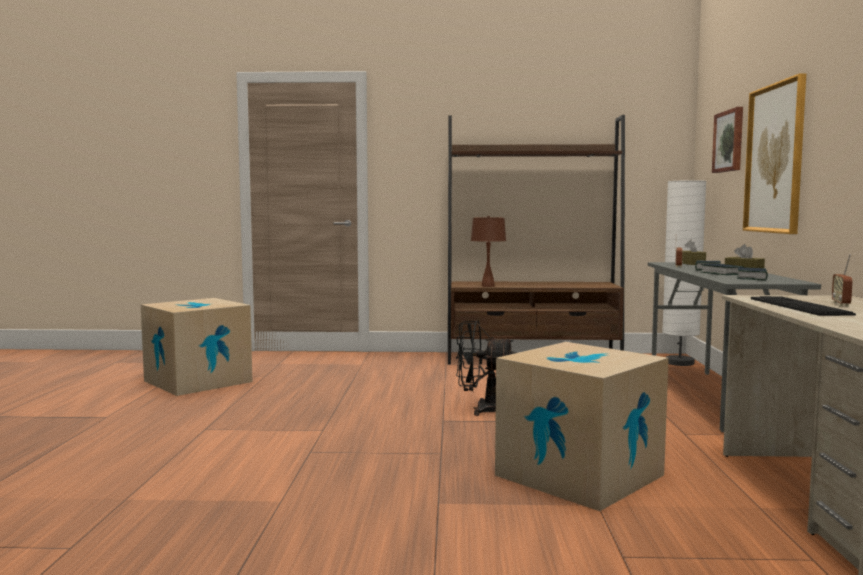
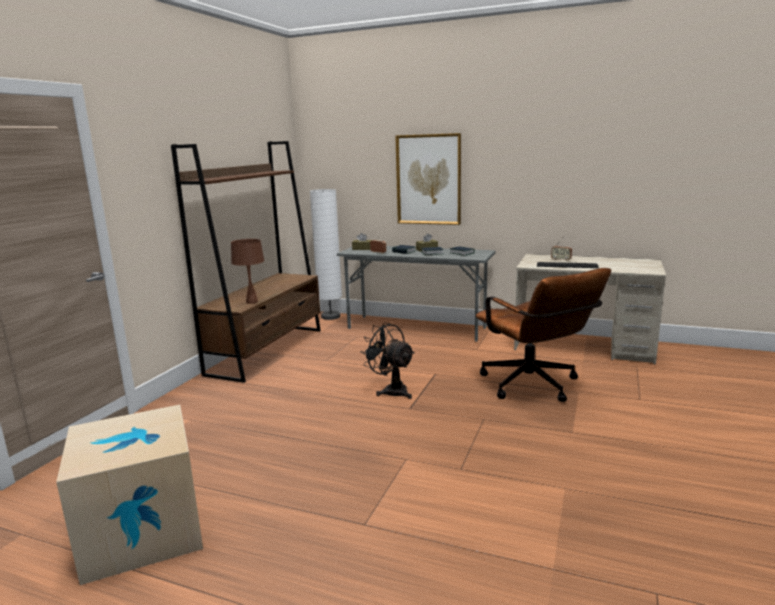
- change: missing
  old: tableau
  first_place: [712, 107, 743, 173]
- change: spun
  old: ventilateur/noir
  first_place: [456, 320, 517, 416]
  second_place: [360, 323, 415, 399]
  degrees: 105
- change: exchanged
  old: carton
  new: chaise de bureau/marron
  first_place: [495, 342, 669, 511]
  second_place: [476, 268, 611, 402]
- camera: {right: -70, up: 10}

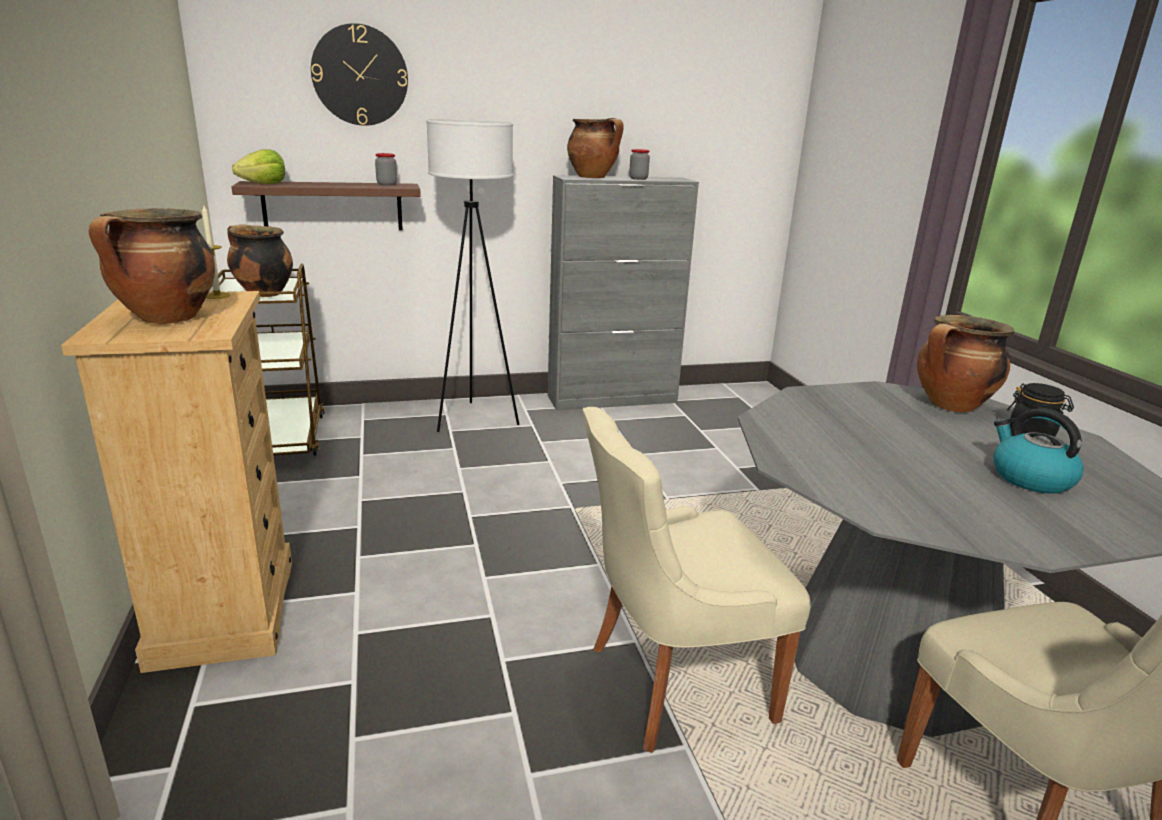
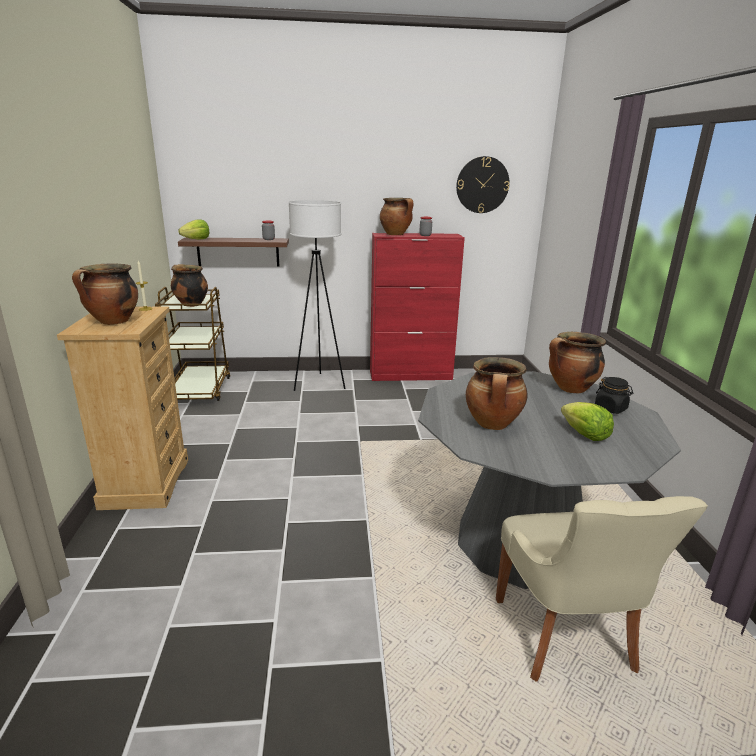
- change: relocated
  old: horloge murale
  first_place: [311, 23, 408, 126]
  second_place: [456, 156, 510, 213]
- change: colour
  old: meuble de rangement/gris
  new: meuble de rangement/rouge
  first_place: [548, 175, 699, 410]
  second_place: [370, 233, 465, 381]
- change: missing
  old: chaise/beige
  first_place: [583, 407, 811, 753]
- change: exchanged
  old: bouilloire
  new: laitue
  first_place: [993, 408, 1084, 494]
  second_place: [561, 402, 614, 441]
- change: appeared
  new: marmite
  second_place: [466, 357, 527, 430]
- camera: {right: 10, up: 0}

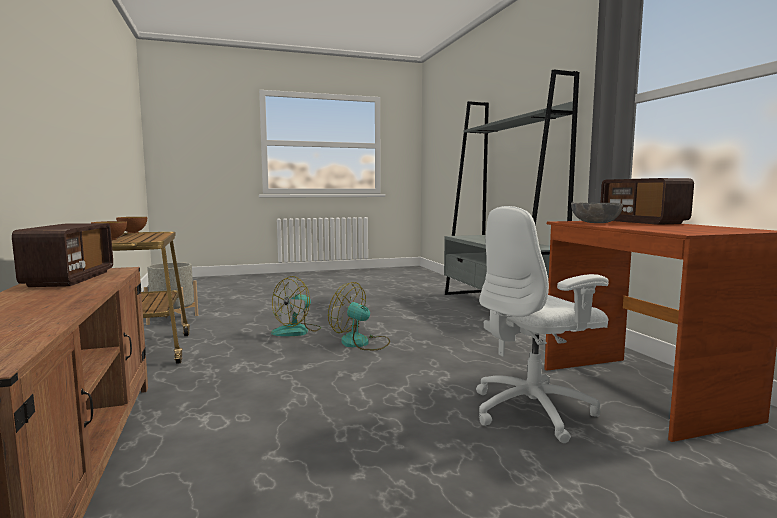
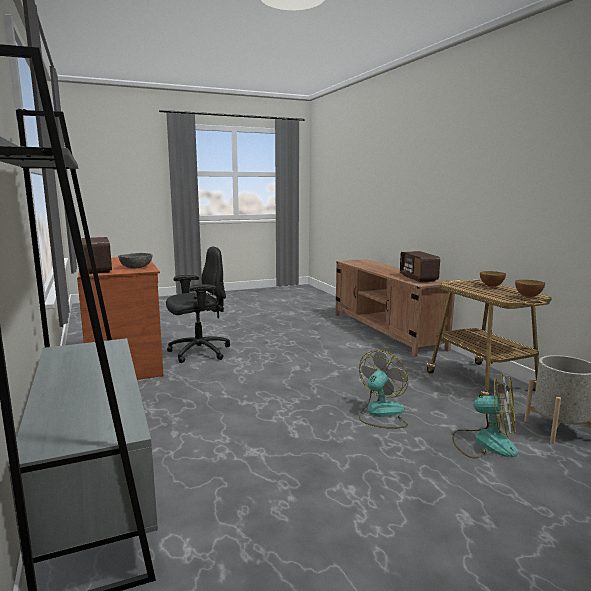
- change: colour
  old: chaise de bureau/blanc
  new: chaise de bureau/noir
  first_place: [476, 206, 609, 443]
  second_place: [166, 246, 230, 363]
- change: relocated
  old: ventilateur
  first_place: [328, 282, 390, 350]
  second_place: [452, 374, 518, 458]
- camera: {right: 175, up: 5}

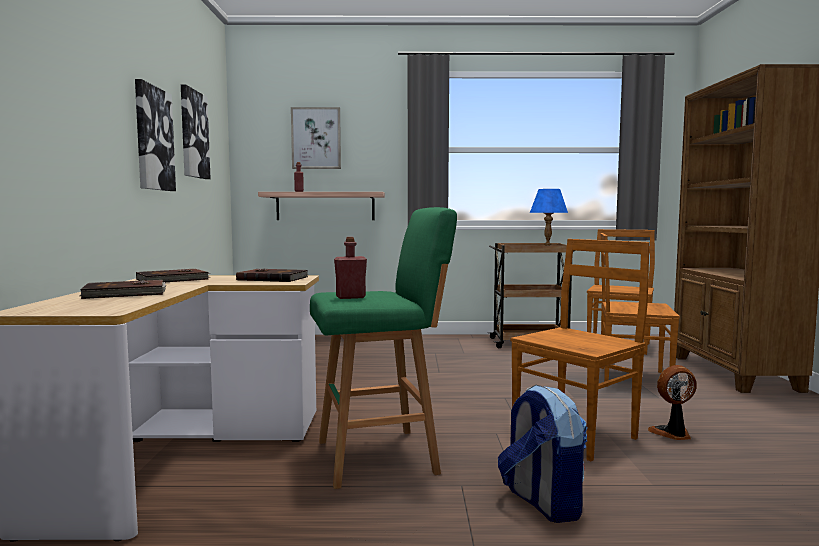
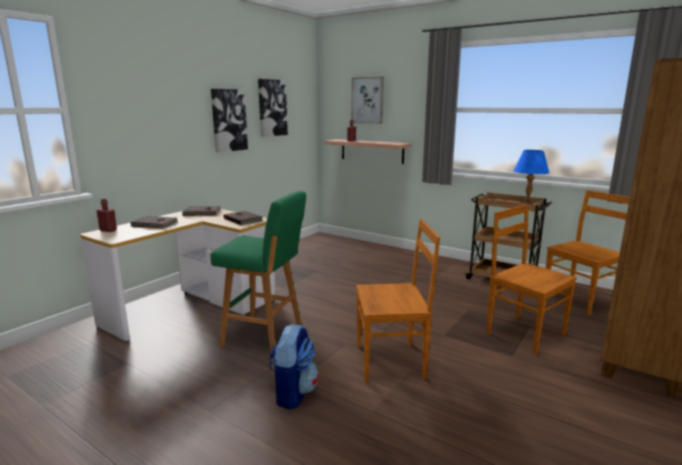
- change: relocated
  old: bouteille/rouge
  first_place: [334, 237, 367, 299]
  second_place: [97, 198, 117, 232]
- change: missing
  old: ventilateur
  first_place: [648, 365, 697, 440]
- camera: {right: 35, up: 10}

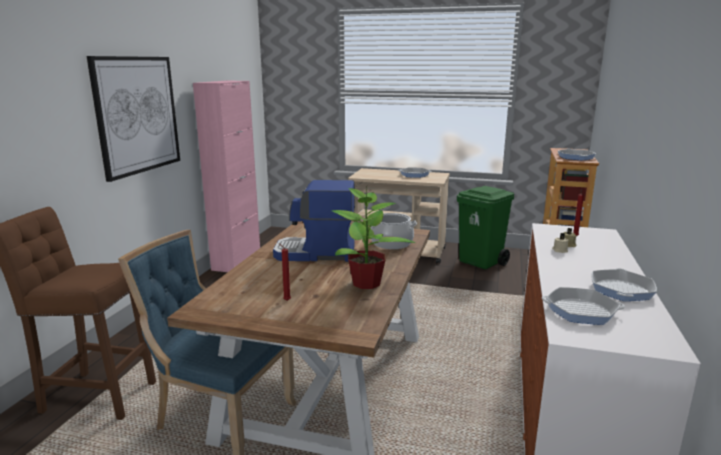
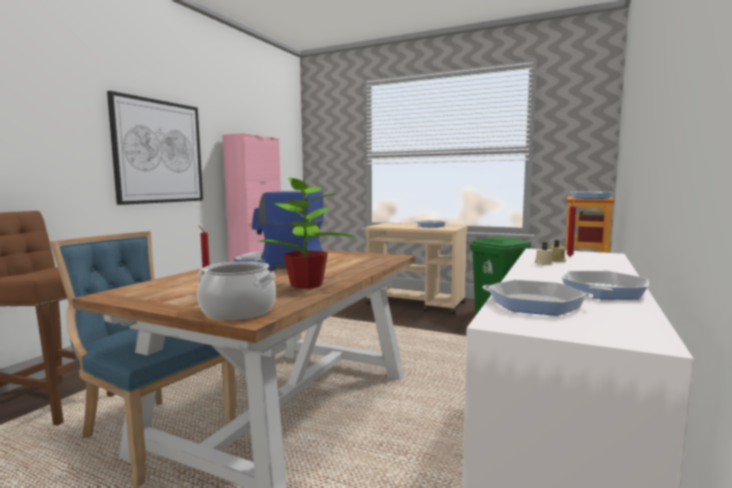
- change: relocated
  old: marmite
  first_place: [371, 213, 417, 249]
  second_place: [197, 261, 276, 320]
- camera: {right: 10, up: -10}

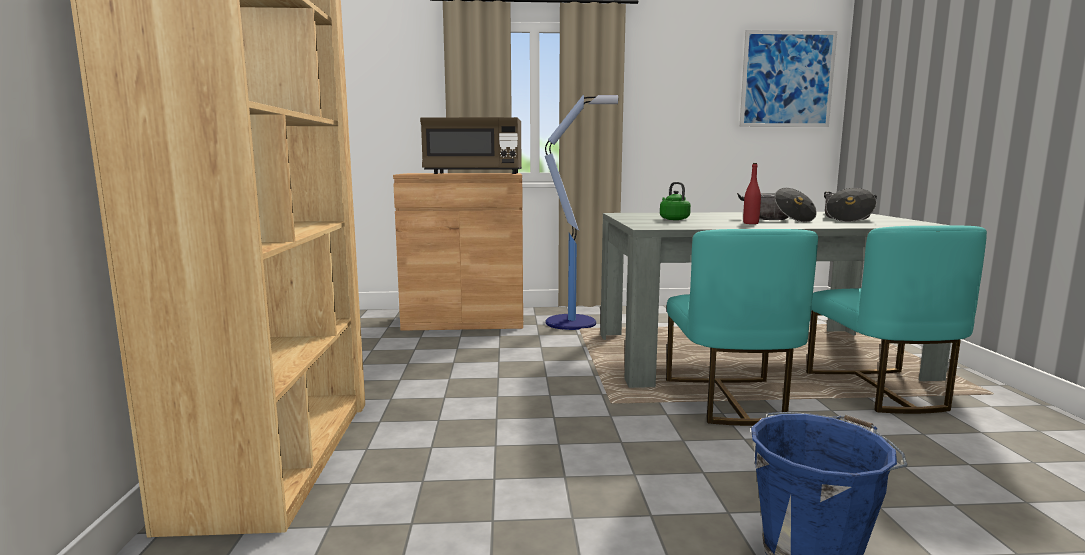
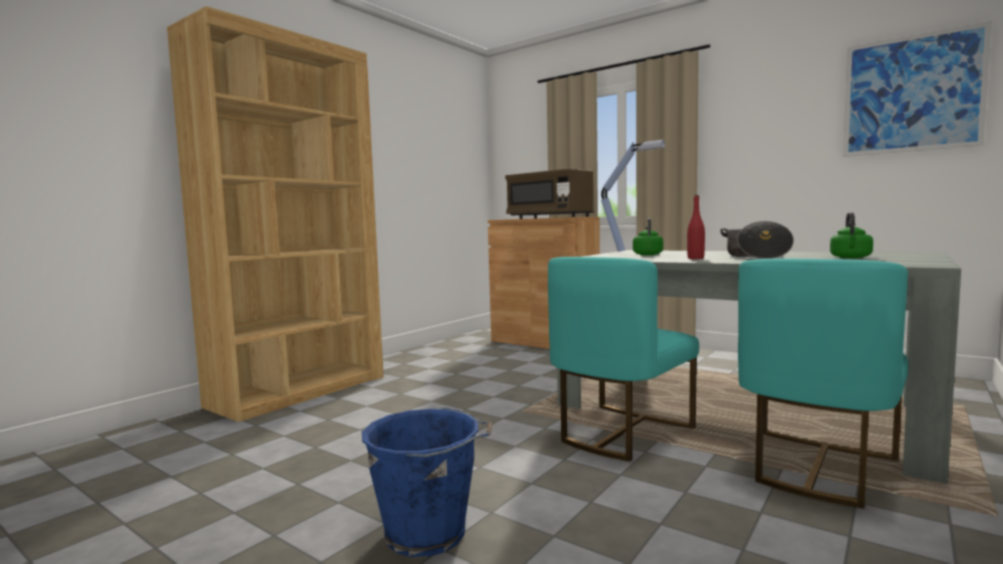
- change: exchanged
  old: marmite
  new: bouilloire/vert
  first_place: [824, 188, 877, 222]
  second_place: [830, 212, 873, 258]
- camera: {right: 40, up: -5}

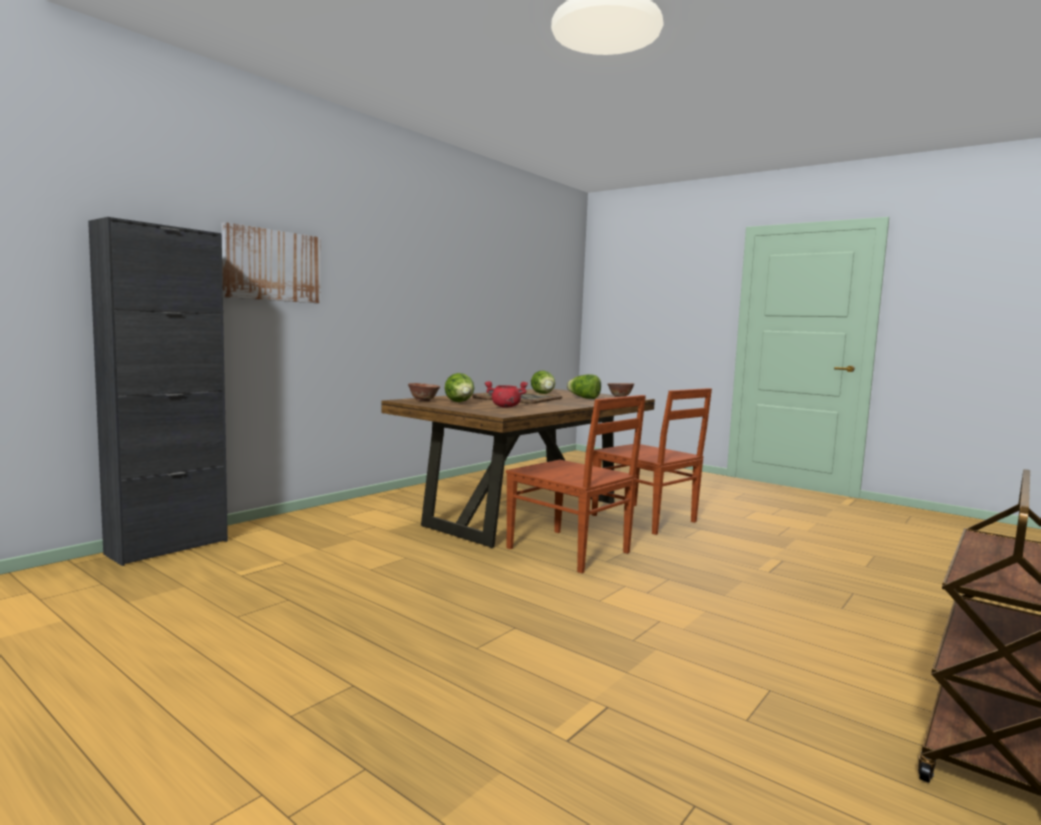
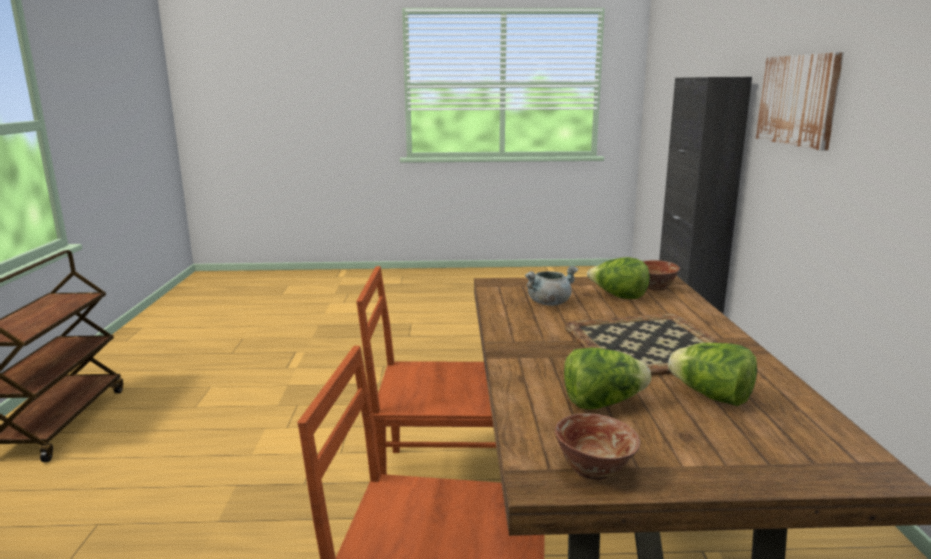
- change: colour
  old: marmite/rouge
  new: marmite/gris
  first_place: [484, 381, 528, 407]
  second_place: [525, 266, 578, 306]
- camera: {right: 140, up: 10}

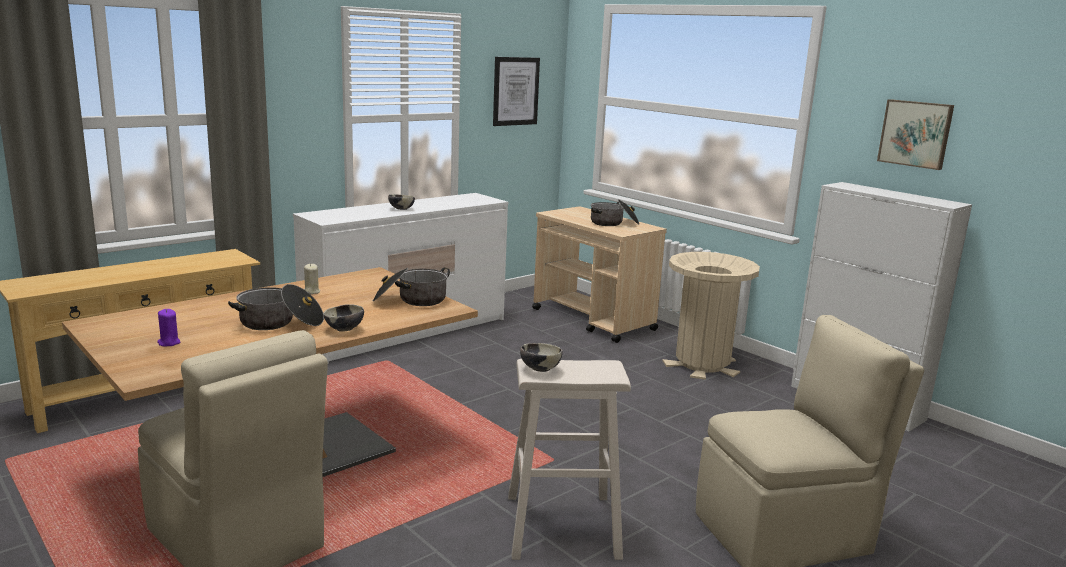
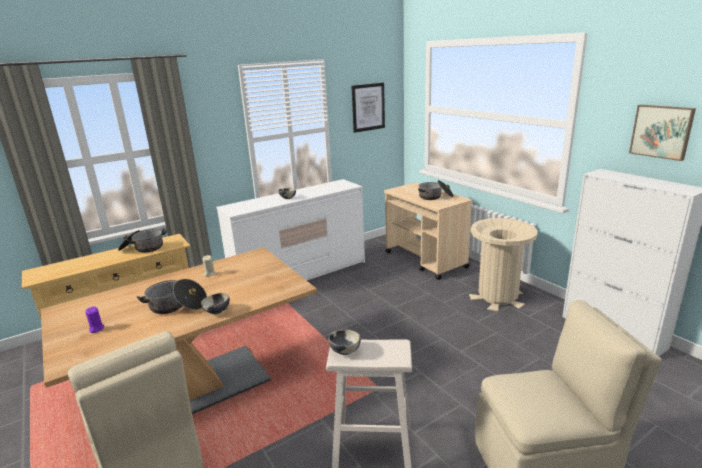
- change: relocated
  old: marmite
  first_place: [373, 267, 450, 306]
  second_place: [118, 228, 167, 253]
- camera: {right: 10, up: 5}

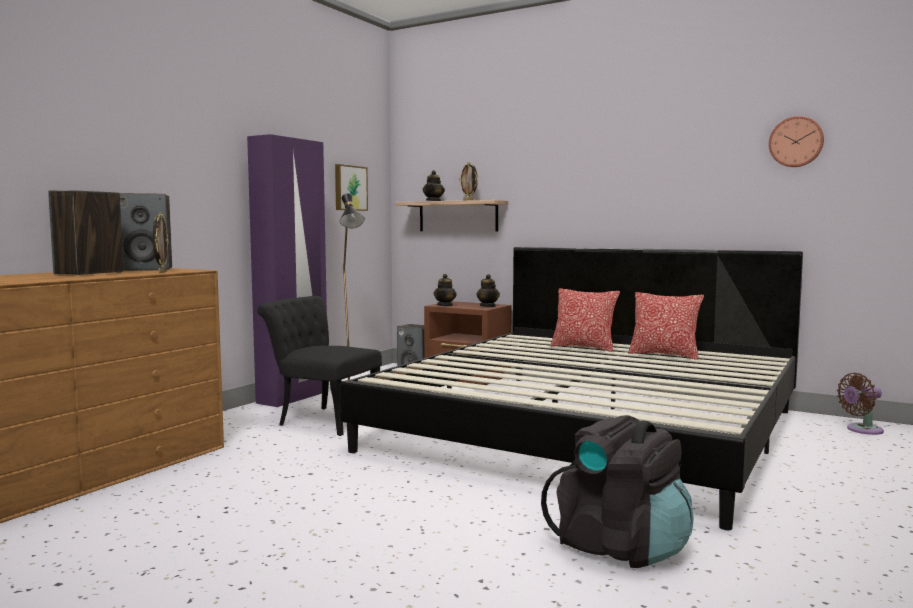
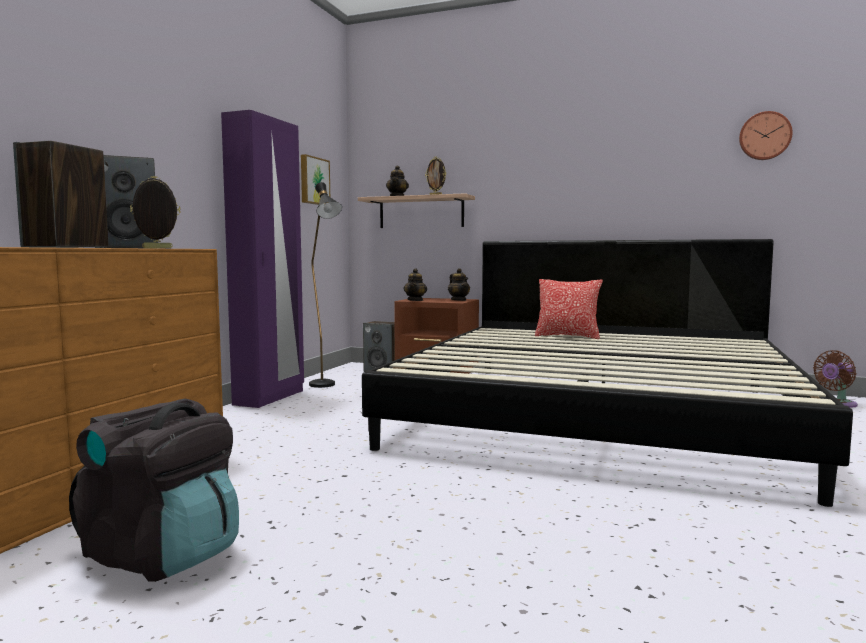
- change: spun
  old: cadre photo
  first_place: [153, 212, 169, 273]
  second_place: [130, 176, 181, 248]
  degrees: -90
- change: missing
  old: coussin
  first_place: [628, 292, 704, 360]
- change: missing
  old: chaise/noir
  first_place: [257, 296, 382, 436]
- change: relocated
  old: sac à dos/noir
  first_place: [541, 415, 694, 568]
  second_place: [69, 399, 239, 582]
- camera: {right: -10, up: 0}

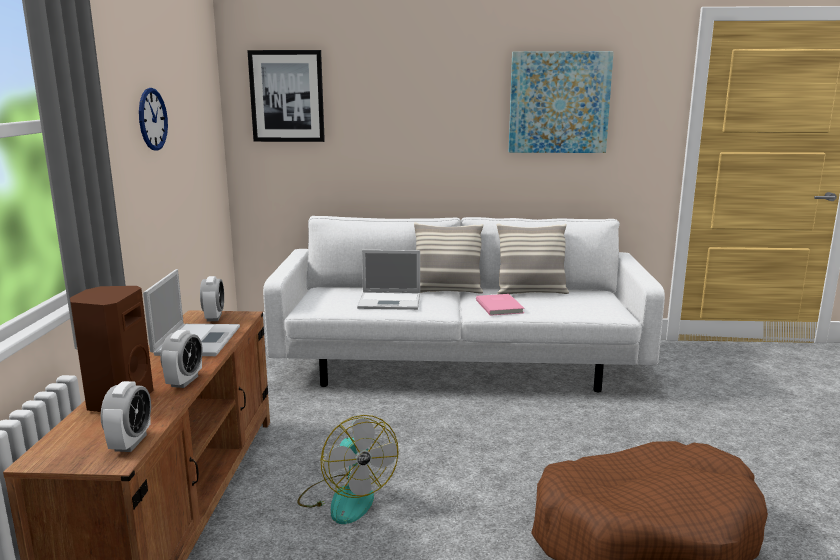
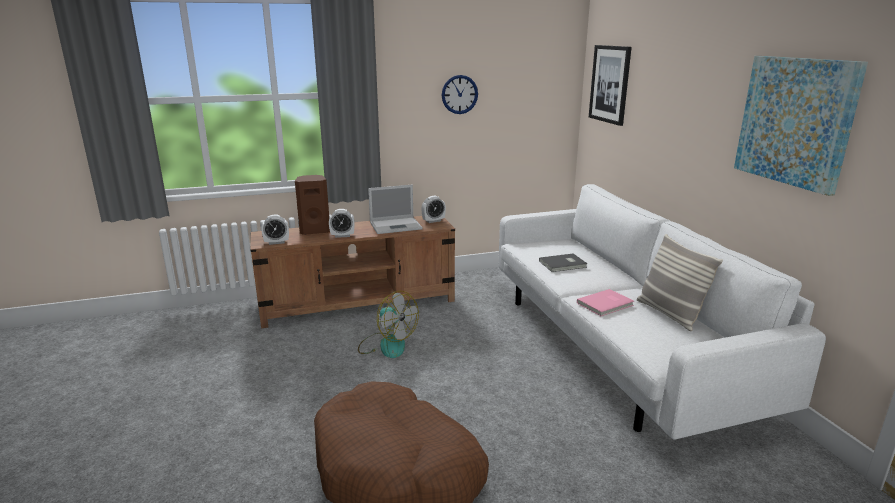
- change: missing
  old: coussin
  first_place: [414, 222, 483, 294]
- change: exchanged
  old: ordinateur portable
  new: livre/gris
  first_place: [357, 250, 420, 310]
  second_place: [539, 253, 588, 272]
- change: spun
  old: ventilateur
  first_place: [297, 415, 399, 524]
  second_place: [358, 291, 419, 358]
  degrees: -90
- camera: {right: 70, up: 5}

